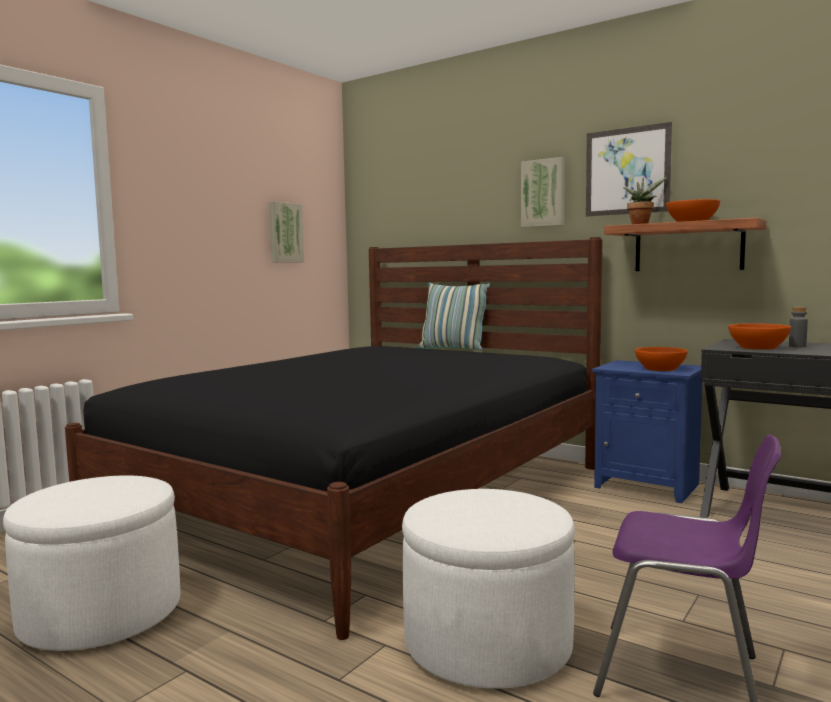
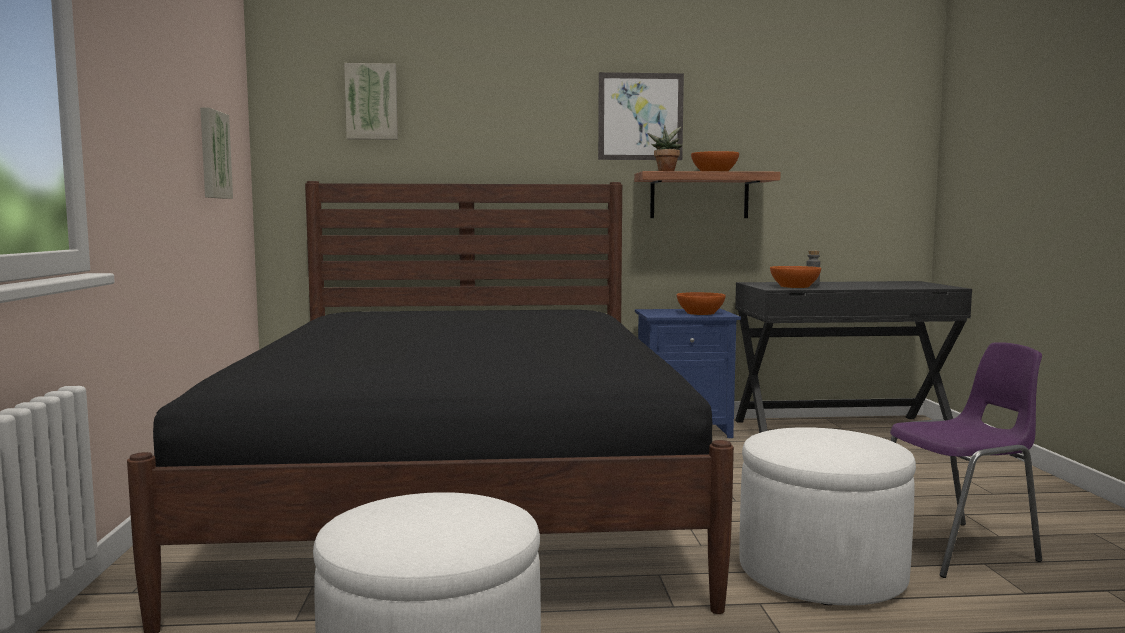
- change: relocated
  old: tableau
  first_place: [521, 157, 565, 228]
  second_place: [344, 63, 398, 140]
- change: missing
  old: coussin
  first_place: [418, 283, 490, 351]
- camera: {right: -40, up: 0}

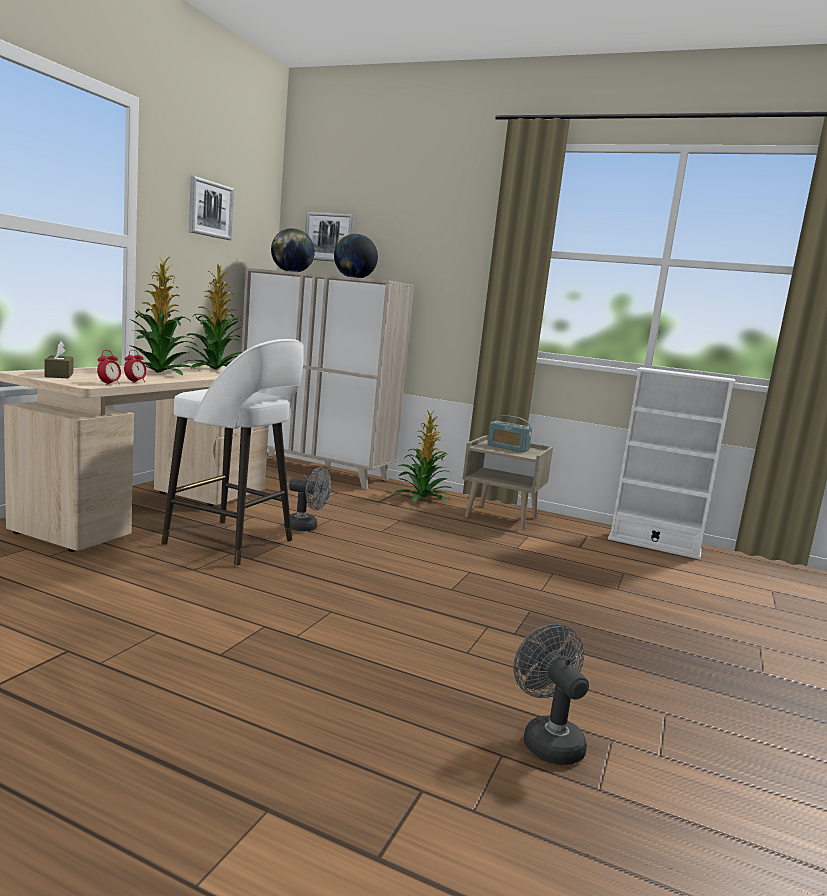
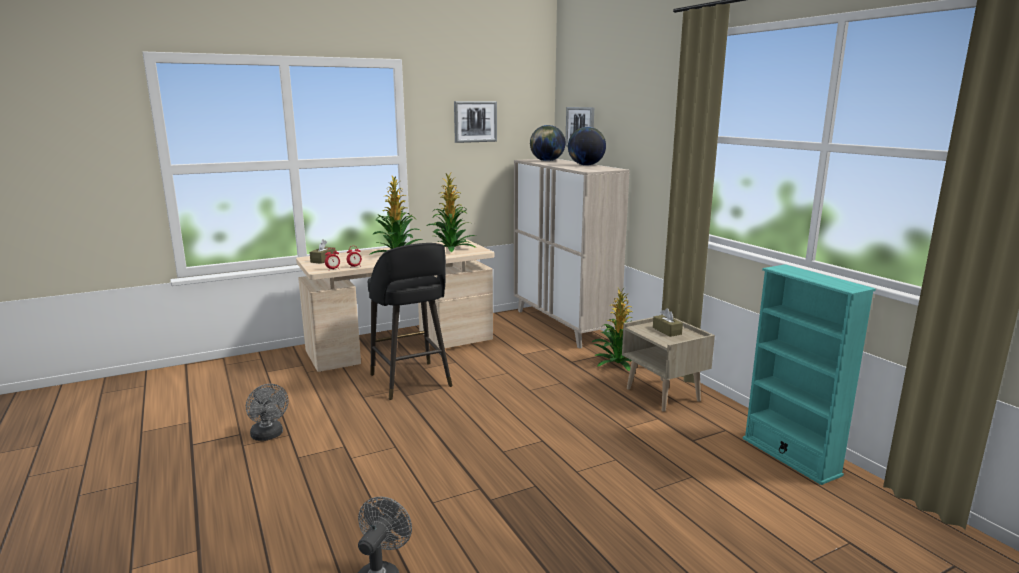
- change: colour
  old: tabouret/blanc
  new: tabouret/noir
  first_place: [161, 339, 304, 566]
  second_place: [368, 243, 453, 400]
- change: colour
  old: bibliothèque/blanc
  new: bibliothèque/turquoise
  first_place: [608, 367, 736, 559]
  second_place: [742, 264, 876, 485]
- change: exchanged
  old: radio
  new: boîte à mouchoirs/marron
  first_place: [487, 415, 532, 452]
  second_place: [653, 308, 683, 337]
- change: relocated
  old: ventilateur/gris
  first_place: [284, 467, 331, 531]
  second_place: [246, 384, 289, 441]
- camera: {right: 40, up: 5}

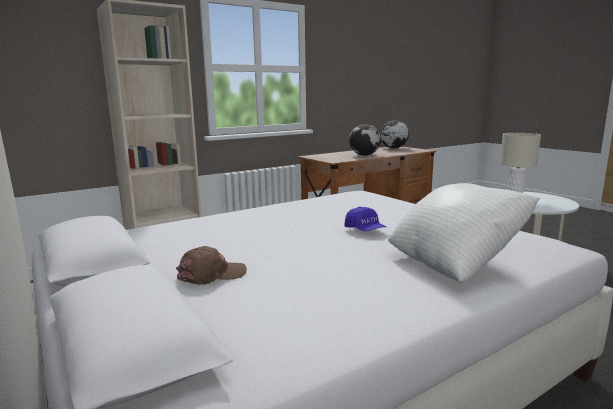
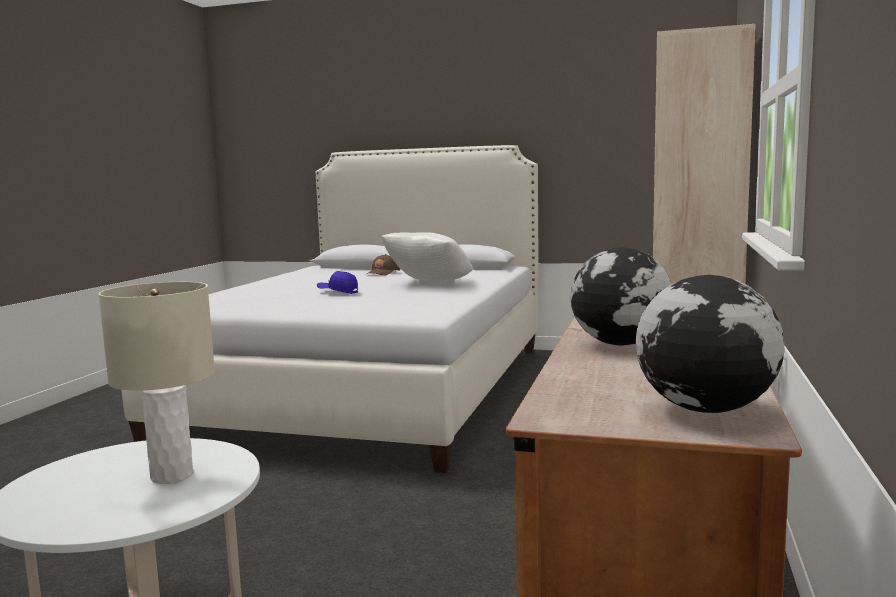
- change: relocated
  old: coussin/blanc
  first_place: [388, 183, 540, 283]
  second_place: [381, 232, 473, 282]
- camera: {right: 140, up: -5}

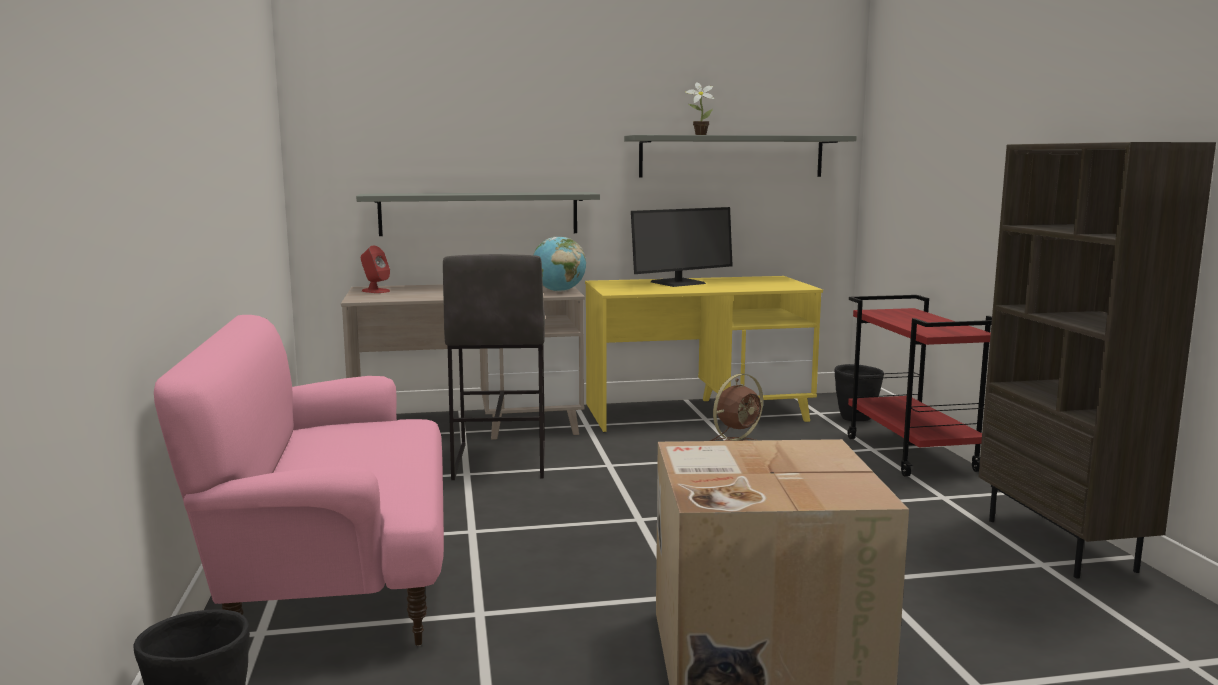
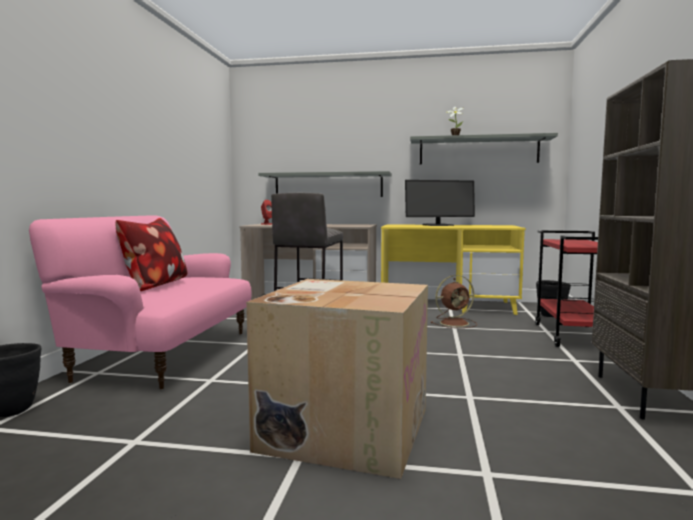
- change: missing
  old: globe
  first_place: [533, 237, 586, 292]
- change: appeared
  new: coussin
  second_place: [115, 218, 187, 291]
- camera: {right: 20, up: -5}

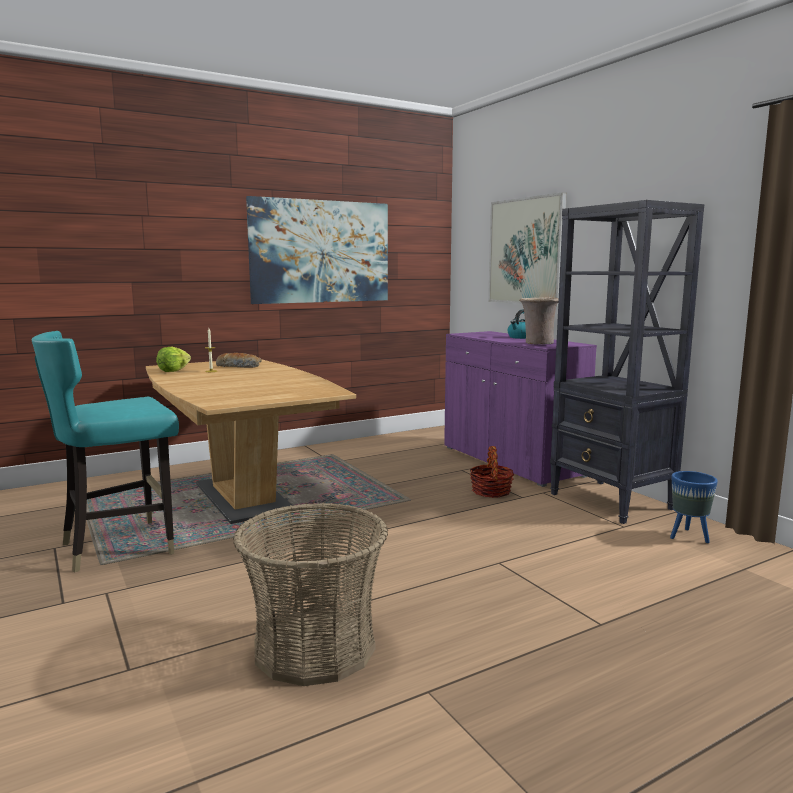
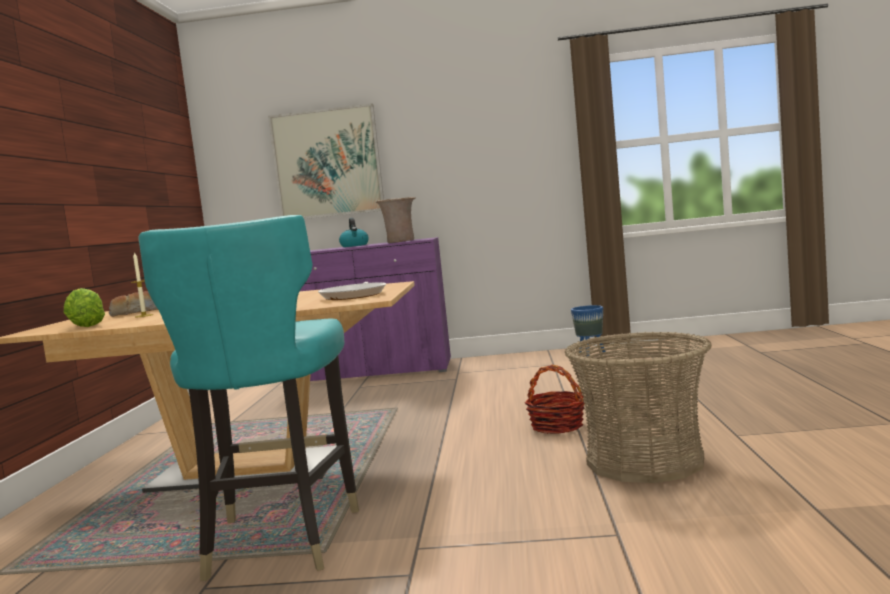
- change: missing
  old: tableau
  first_place: [246, 196, 388, 304]
- change: missing
  old: bibliothèque/noir
  first_place: [550, 200, 704, 524]
- change: relocated
  old: panier
  first_place: [470, 446, 515, 498]
  second_place: [525, 365, 585, 434]
- change: appeared
  new: poêle
  second_place: [318, 282, 386, 300]
- camera: {right: -55, up: -5}

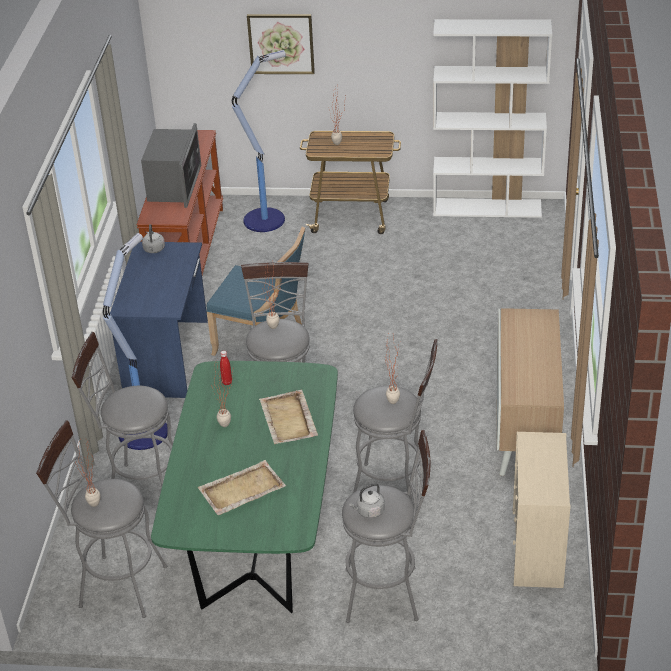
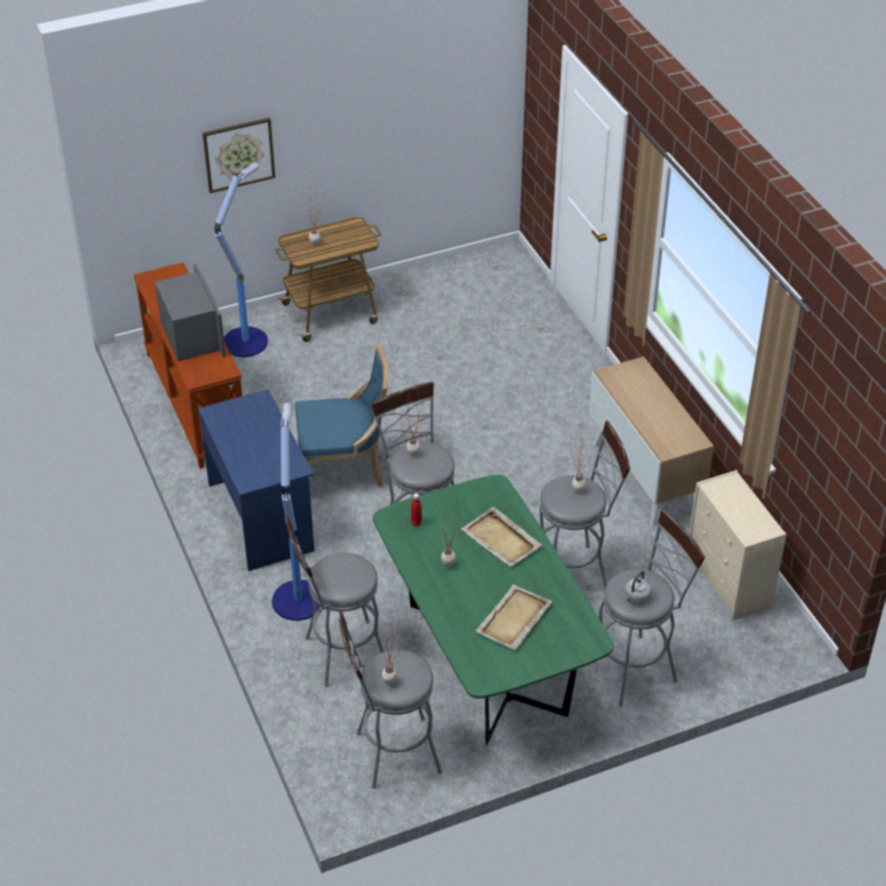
- change: missing
  old: bibliothèque/blanc
  first_place: [433, 19, 552, 218]
- change: missing
  old: bouilloire/gris
  first_place: [142, 224, 165, 253]
- camera: {right: -30, up: 5}

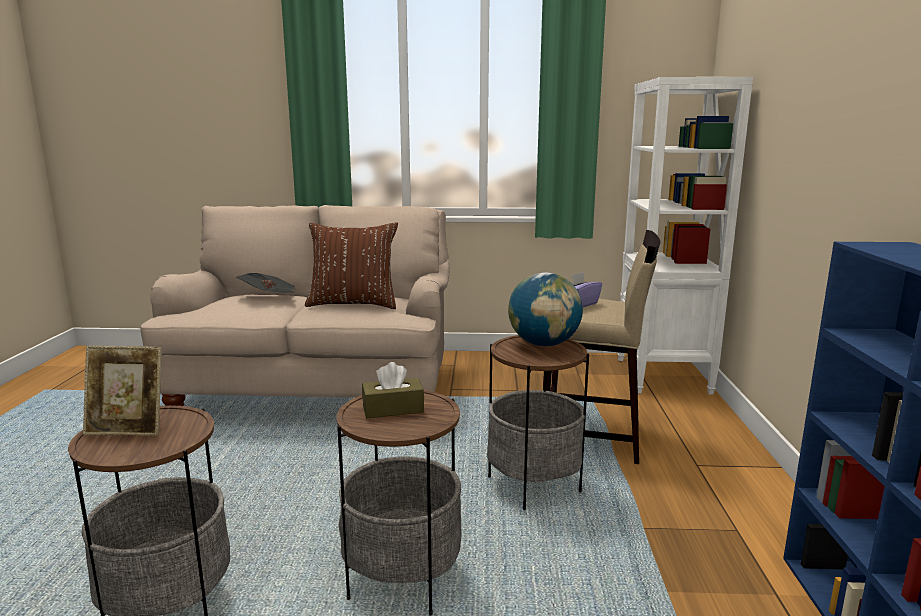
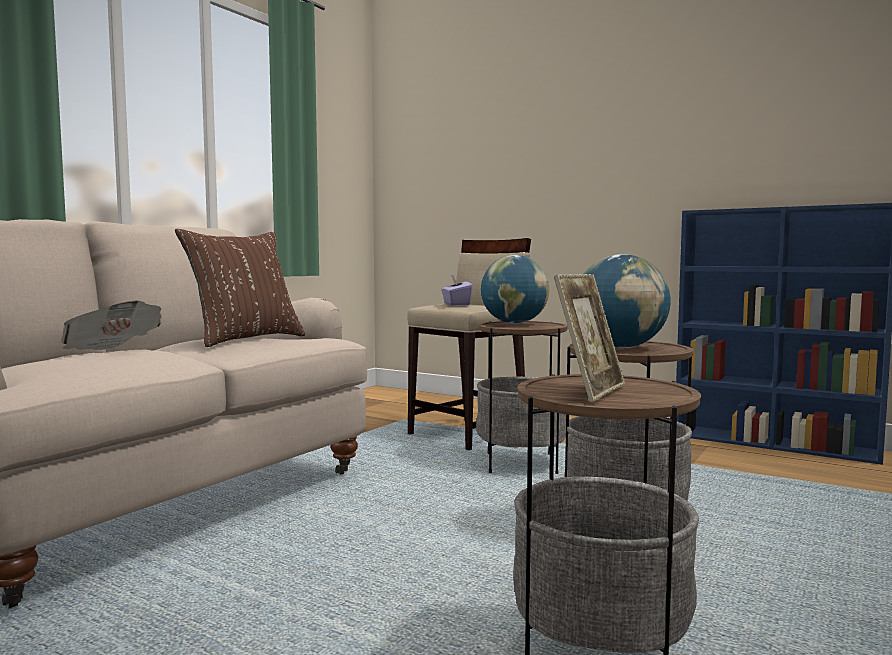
- change: missing
  old: bibliothèque/blanc
  first_place: [618, 77, 753, 395]
- change: exchanged
  old: boîte à mouchoirs/marron
  new: globe
  first_place: [362, 362, 424, 418]
  second_place: [584, 254, 671, 348]
- camera: {right: -60, up: -10}

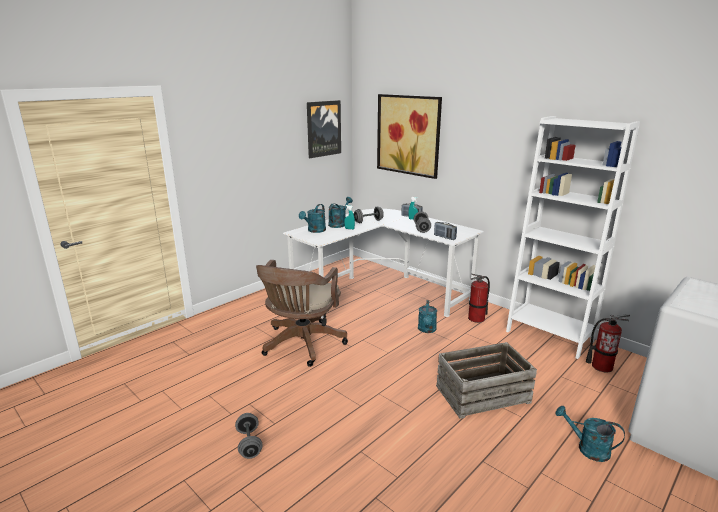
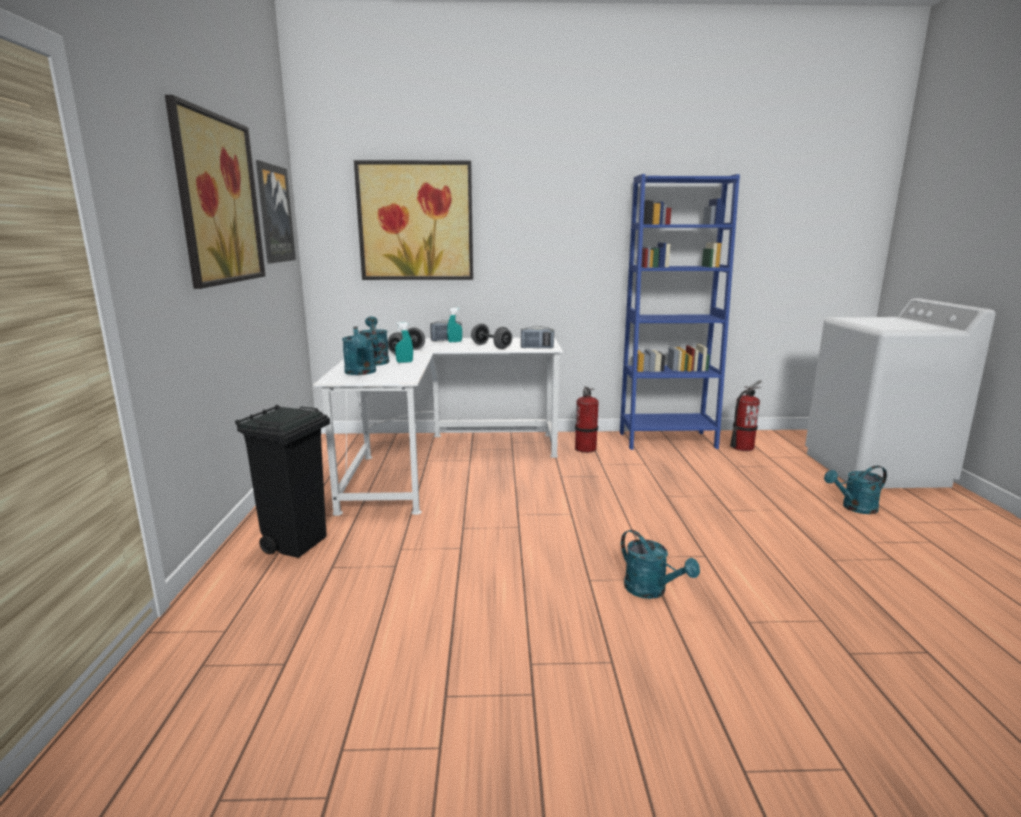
- change: colour
  old: bibliothèque/blanc
  new: bibliothèque/bleu
  first_place: [506, 116, 640, 359]
  second_place: [620, 174, 740, 450]
- change: missing
  old: chaise de bureau/marron
  first_place: [256, 260, 348, 367]
- change: relocated
  old: arrosoir/turquoise
  first_place: [418, 300, 437, 333]
  second_place: [621, 530, 700, 599]
- change: missing
  old: caisse
  first_place: [436, 342, 537, 419]
- change: missing
  old: haltère/gris
  first_place: [235, 413, 263, 459]
- change: appeared
  new: tableau
  second_place: [165, 95, 265, 289]
- change: appeared
  new: poubelle/noir
  second_place: [235, 405, 330, 558]
- camera: {right: -45, up: -5}

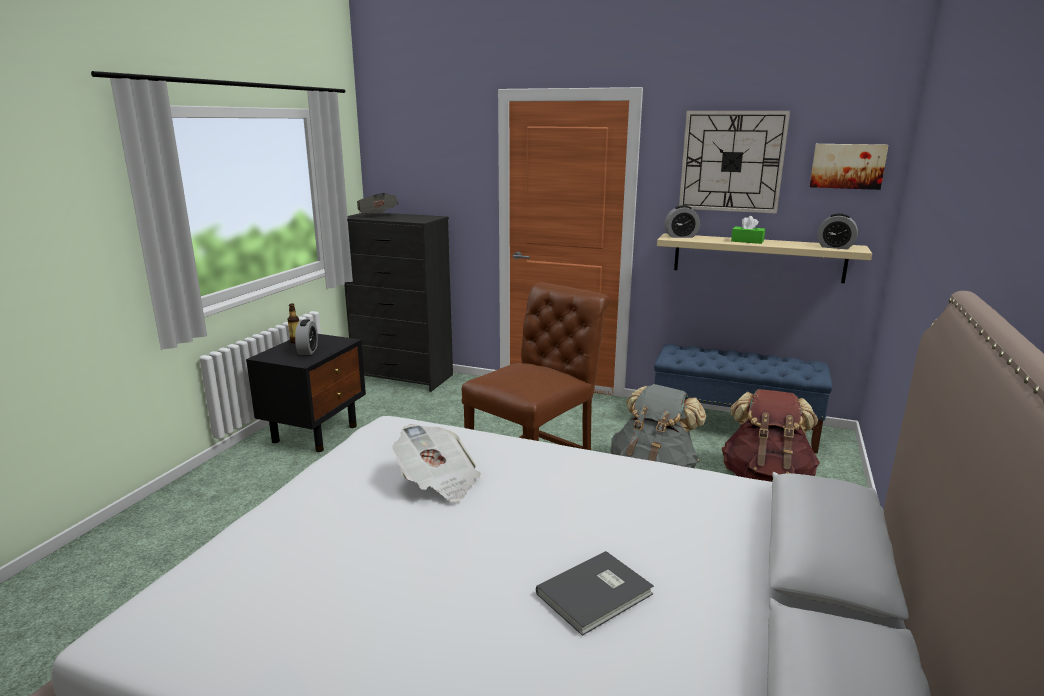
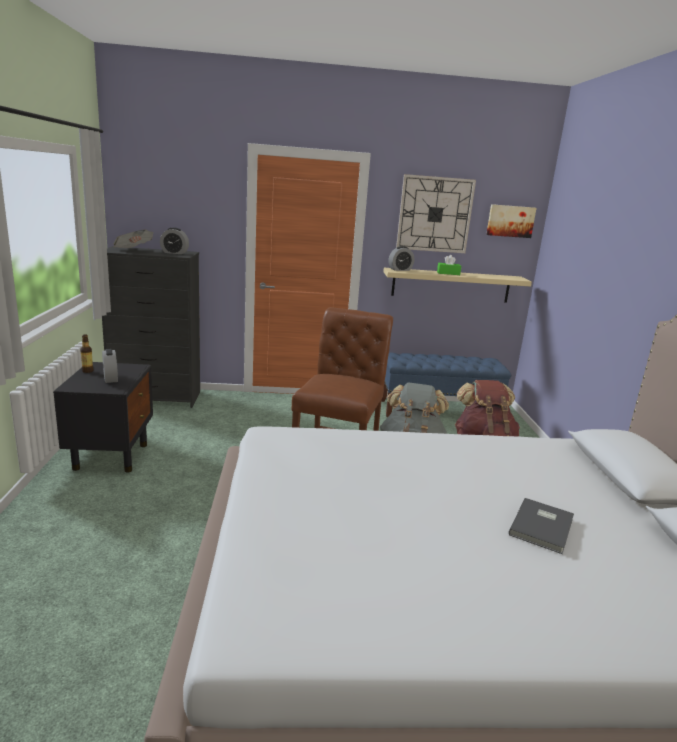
- change: relocated
  old: réveil
  first_place: [817, 214, 858, 249]
  second_place: [160, 228, 189, 254]
- change: missing
  old: journal
  first_place: [392, 424, 481, 502]
- camera: {right: -25, up: 0}

